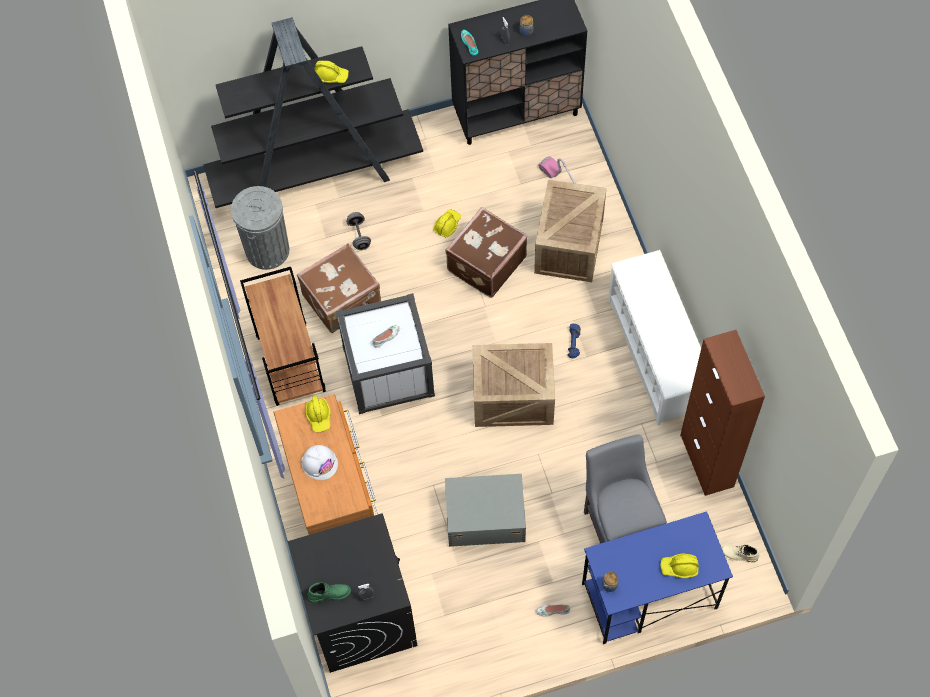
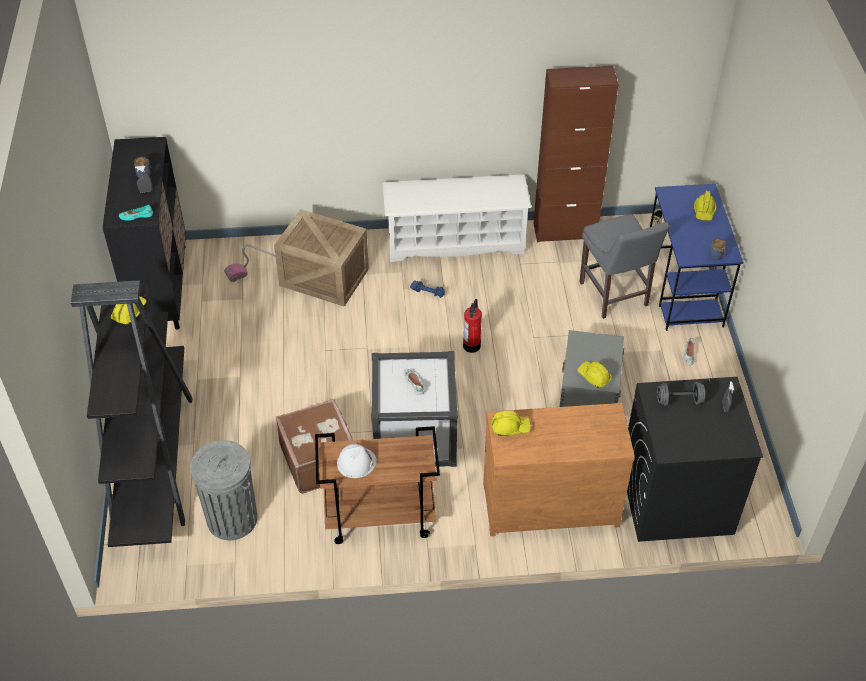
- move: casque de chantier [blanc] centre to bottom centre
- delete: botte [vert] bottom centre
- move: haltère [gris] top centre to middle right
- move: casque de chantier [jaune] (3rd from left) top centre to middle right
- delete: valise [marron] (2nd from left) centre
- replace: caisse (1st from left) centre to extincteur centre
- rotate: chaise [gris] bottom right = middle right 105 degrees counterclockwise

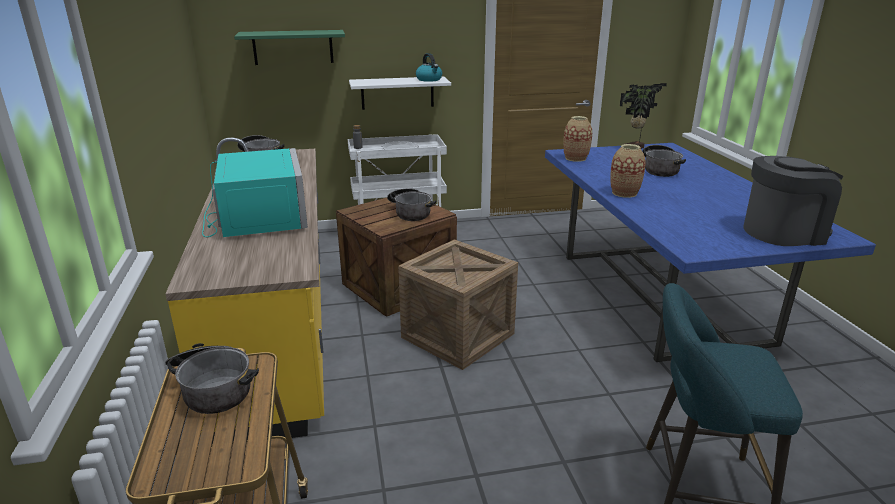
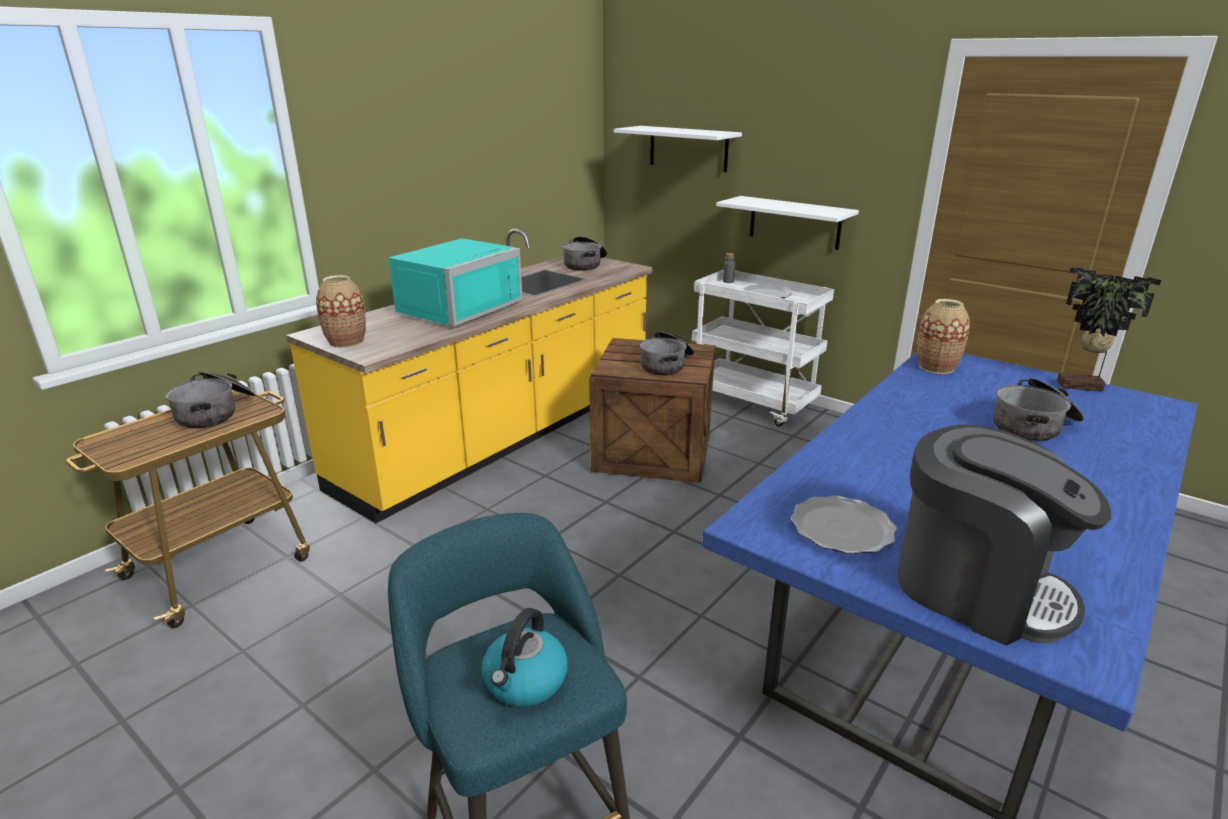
- recolor: étagère [vert] top left to étagère [blanc] (1st from left) top centre
- delete: caisse (2nd from left) centre
- move: bouilloire top centre to bottom centre
- move: vase (2nd from left in the first image) middle right to vase (1st from left) middle left
- insert: assiette (2nd from left) middle right

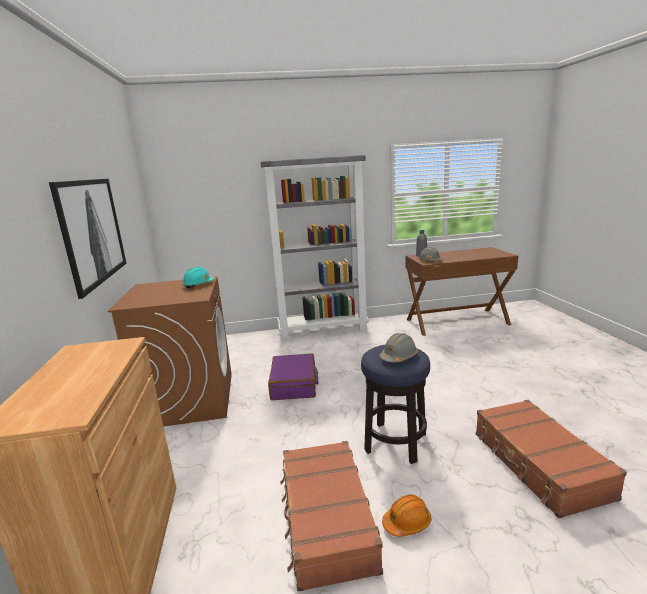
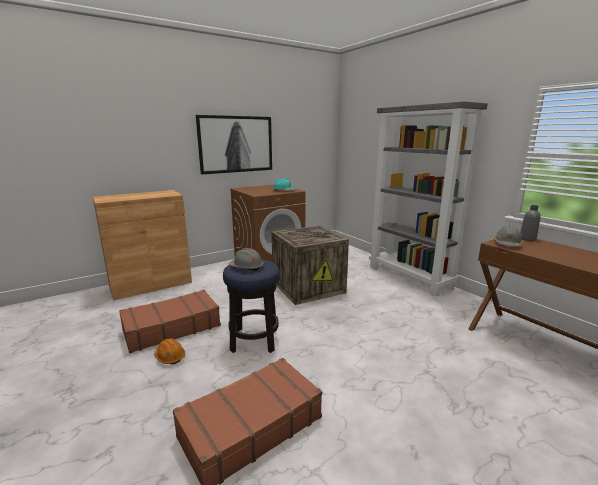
- replace: valise [violet] centre to caisse centre

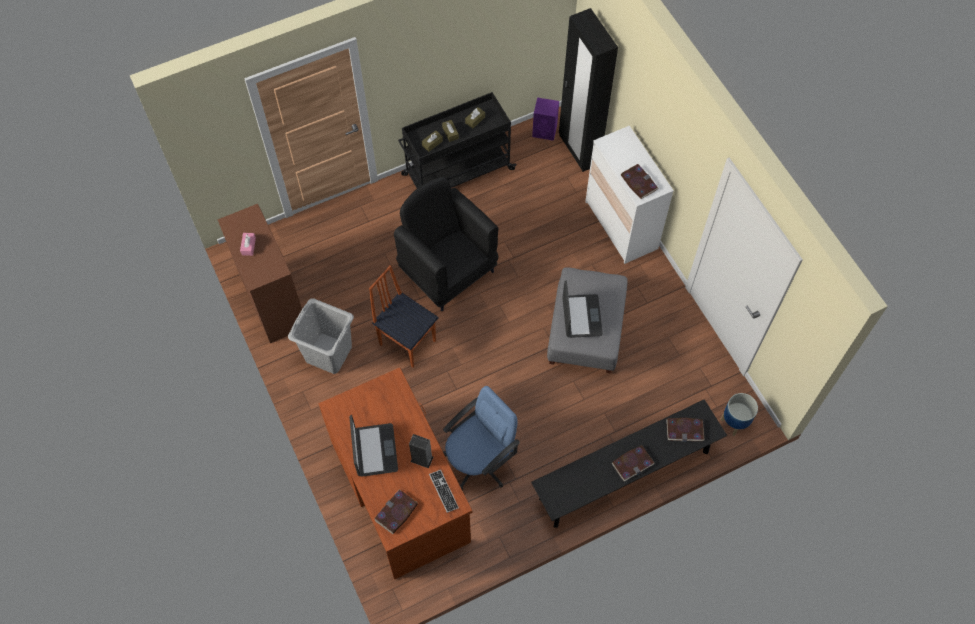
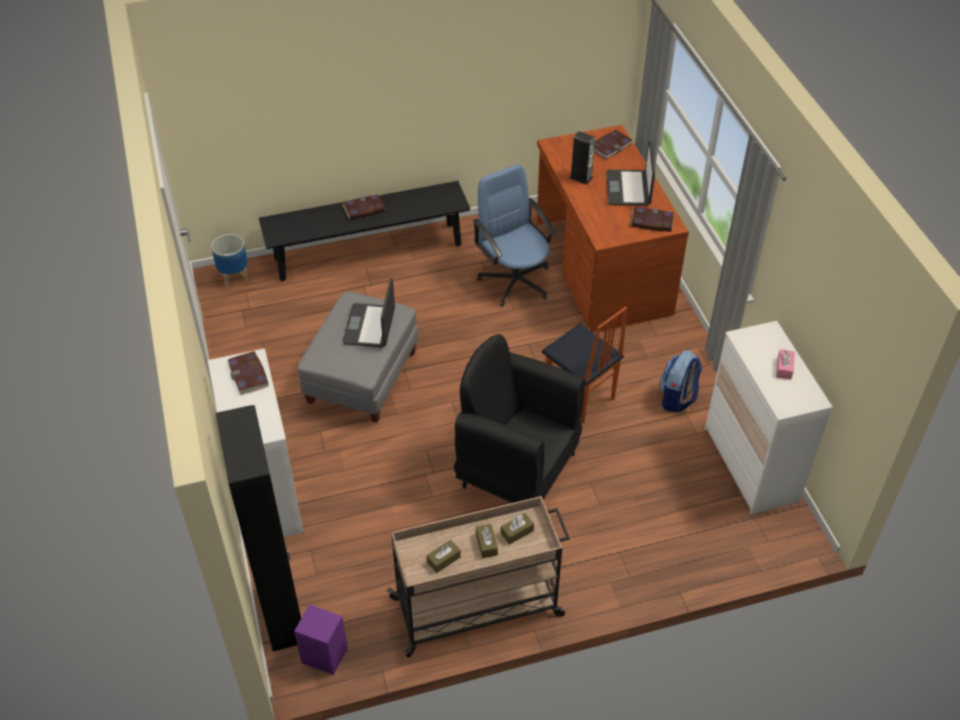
- recolor: commode [marron] middle left to commode [blanc] (2nd from left) middle right
- replace: panier à linge [gris] middle left to sac à dos middle right
- rotate: fauteuil [noir] centre = centre 150 degrees clockwise
- recolor: chariot [noir] top centre to chariot [beige] bottom centre
- delete: clavier bottom centre
- rotate: chaise de bureau [bleu] bottom centre = top centre 90 degrees clockwise
- move: livre (4th from left) bottom right to top right

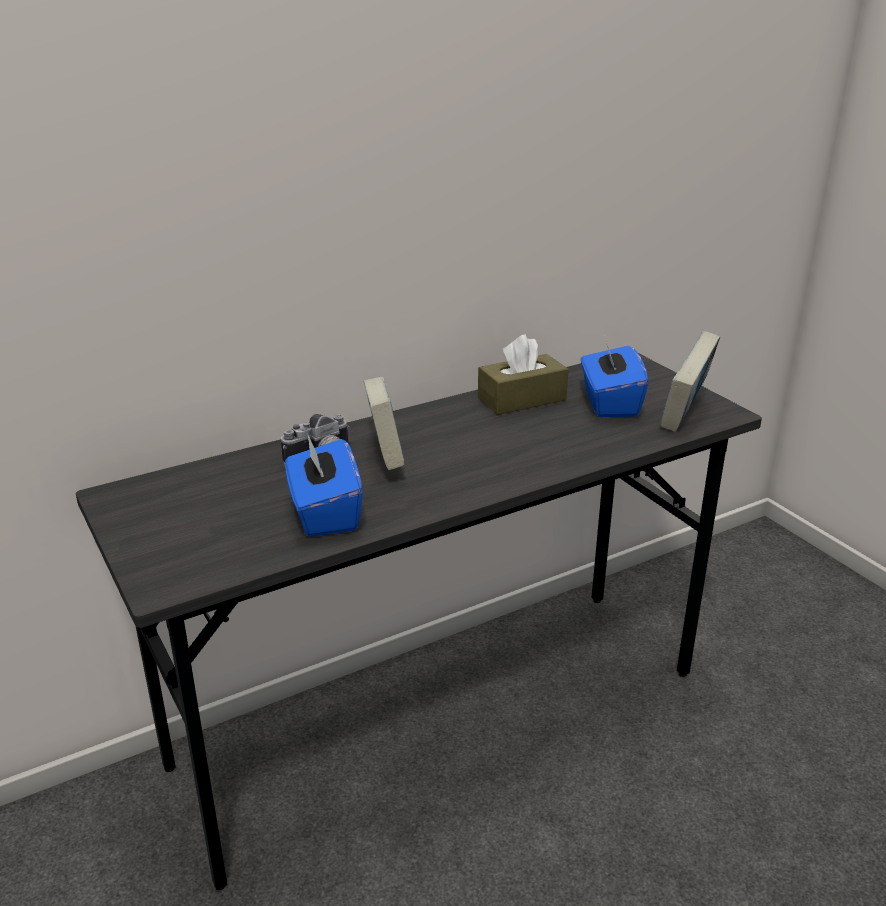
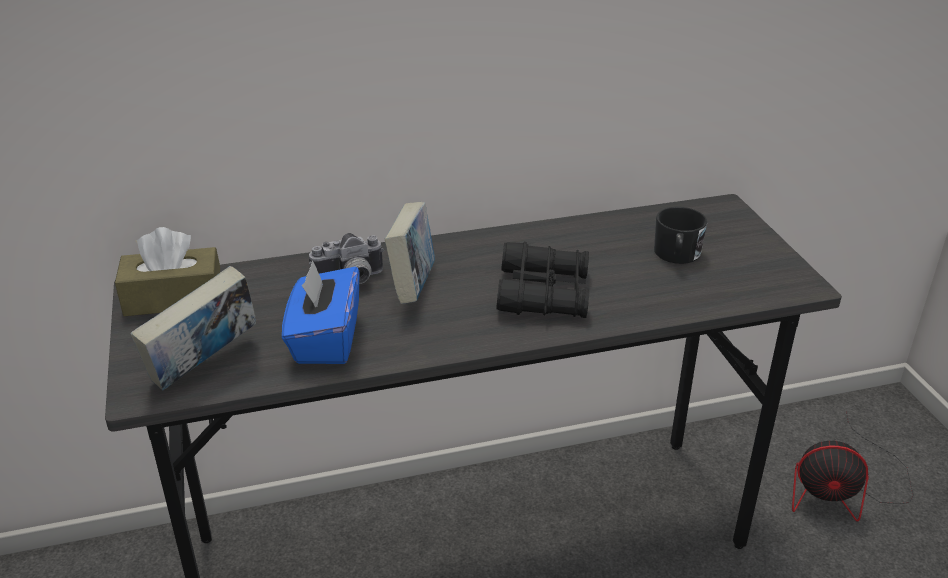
- move: boîte à mouchoirs [marron] centre to middle left
- replace: boîte à mouchoirs [bleu] (2nd from left) middle right to mug [noir] middle right
- move: livre (2nd from left in the first image) middle right to livre (1st from left) middle left
- insert: jumelles [noir] centre
- insert: ventilateur bottom right

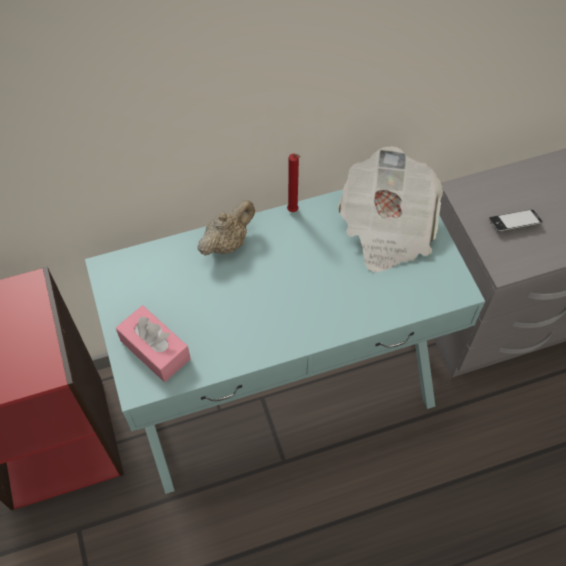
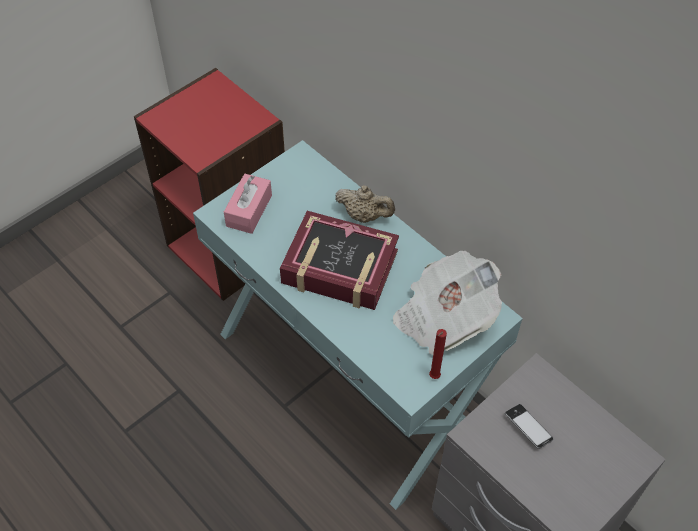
- move: bougie [rouge] top centre to bottom centre
- insert: livre centre

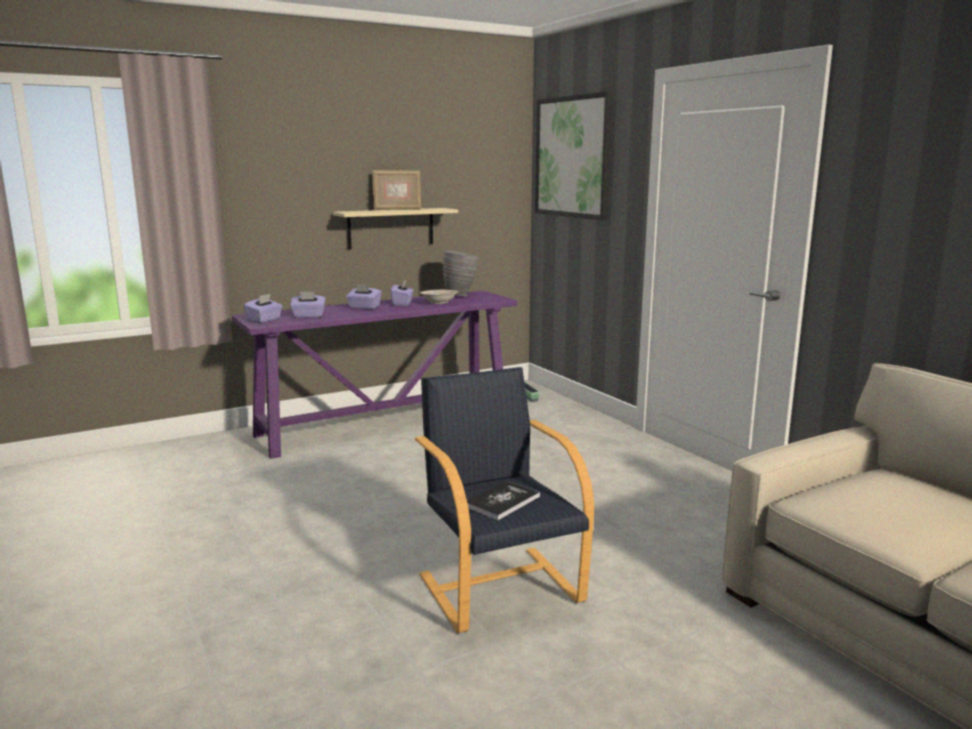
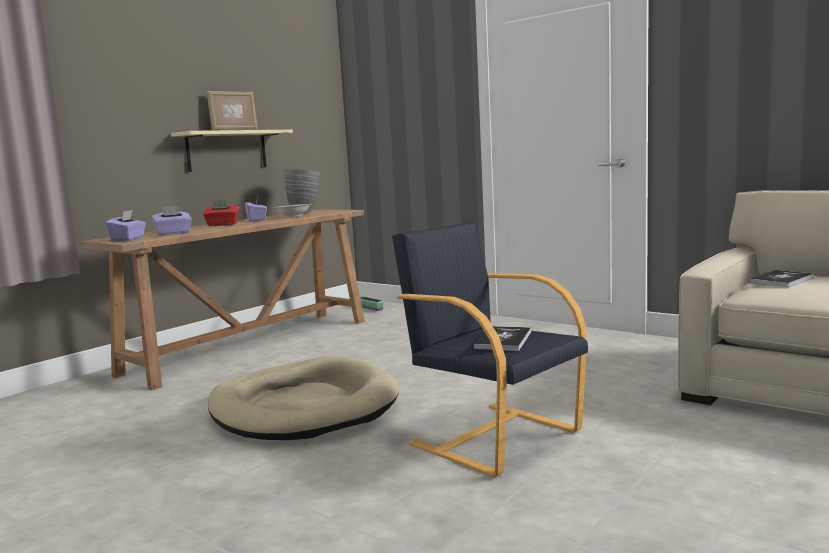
- recolor: table console [violet] centre to table console [marron] middle left
- recolor: boîte à mouchoirs [violet] (3rd from left) centre to boîte à mouchoirs [rouge] middle left
- delete: tableau top centre
- insert: panier pour chien [beige] bottom centre
- insert: livre (2nd from left) middle right

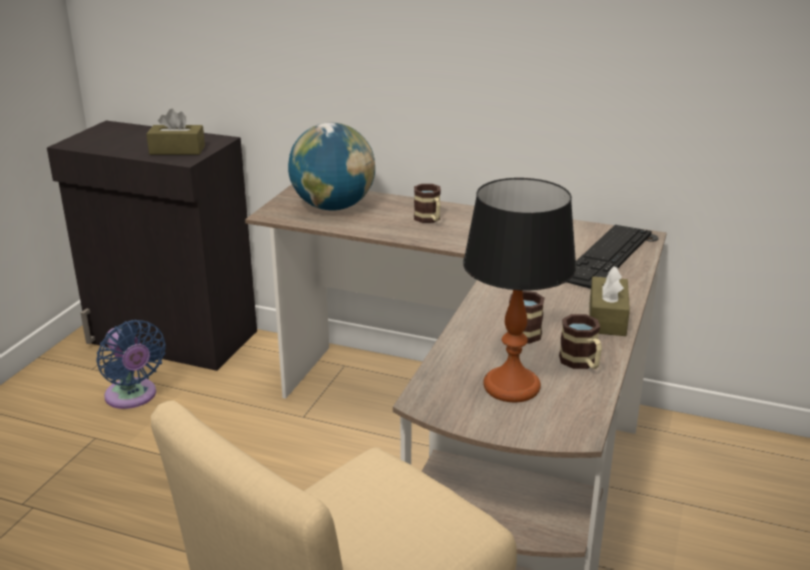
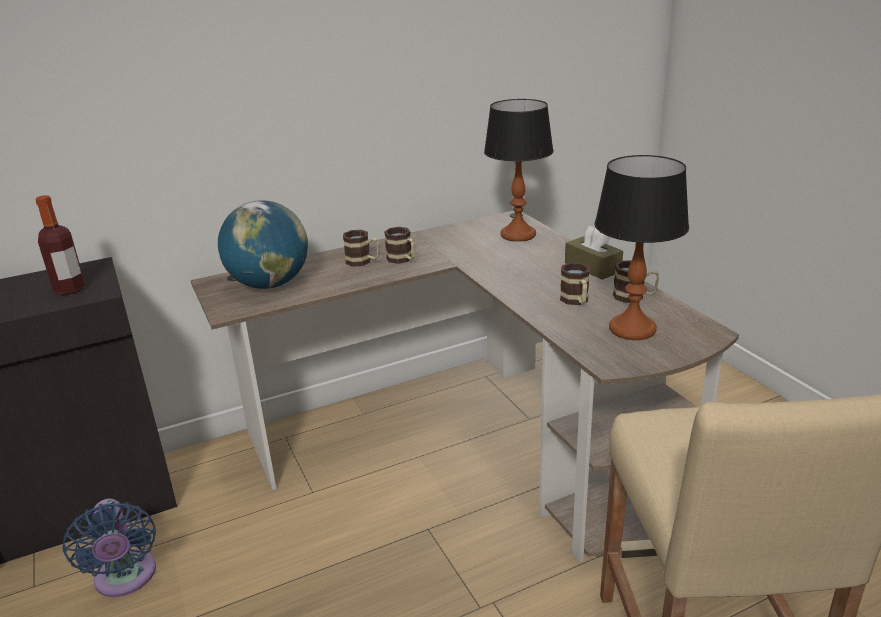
- rotate: ventilateur [bleu] middle left = bottom left 60 degrees clockwise
- replace: boîte à mouchoirs [marron] (1st from left) top left to bouteille middle left
- replace: clavier middle right to lampe de table (1st from left) top centre
- insert: mug (2nd from left) centre

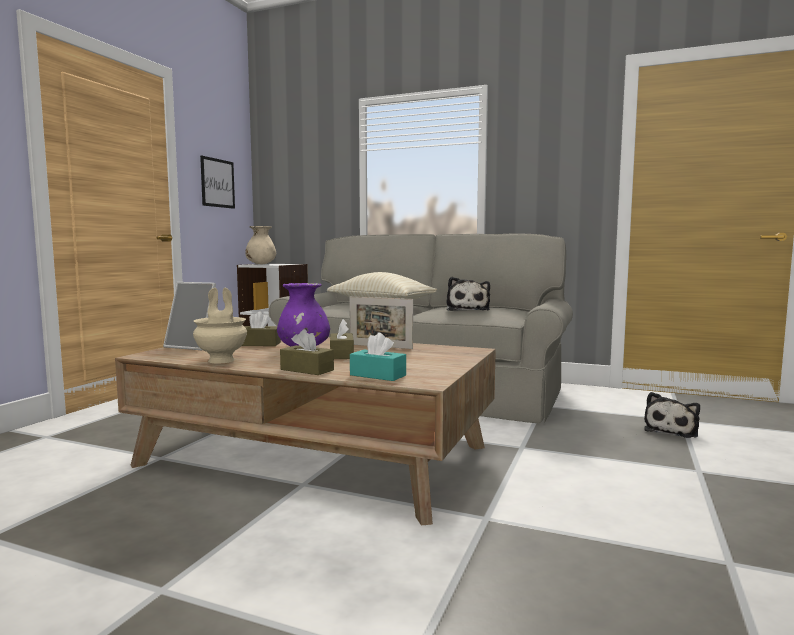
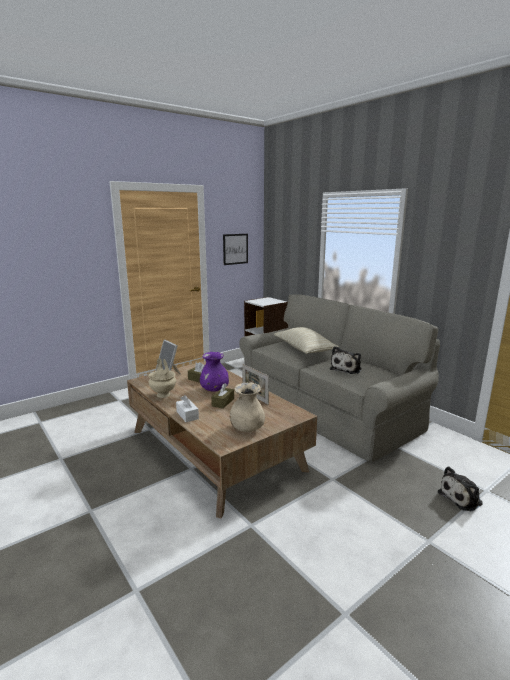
- move: vase [beige] (2nd from left) middle left to centre
- recolor: boîte à mouchoirs [marron] (2nd from left) centre to boîte à mouchoirs [blanc] centre
- delete: boîte à mouchoirs [turquoise] centre

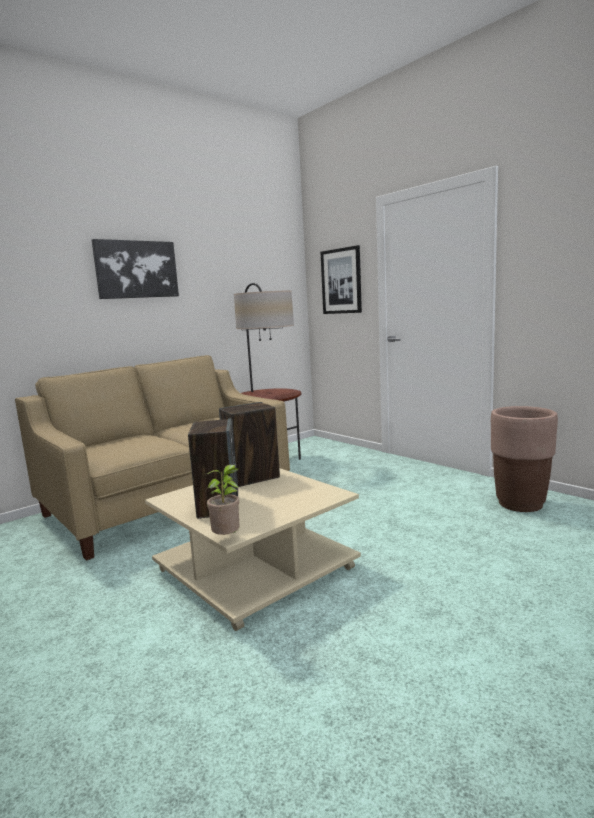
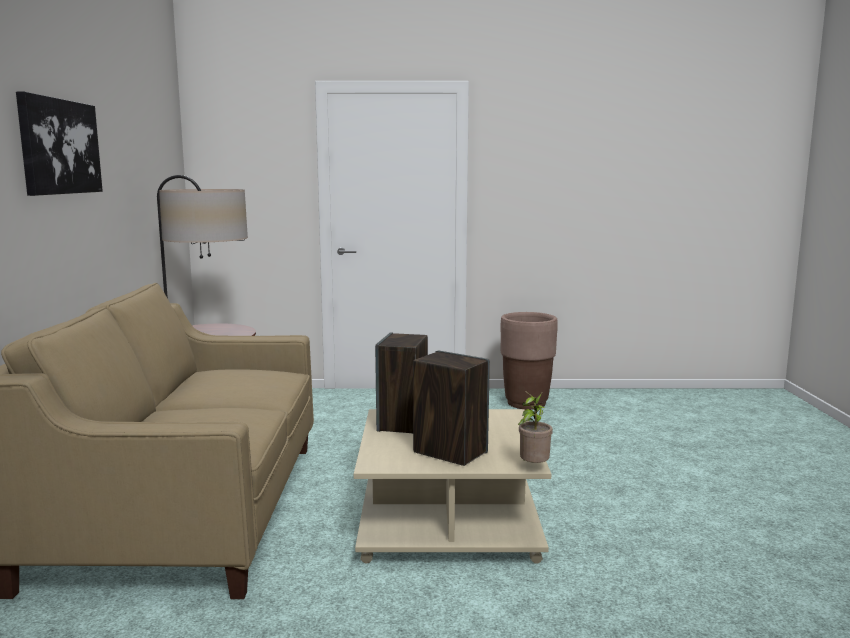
- delete: tableau (2nd from left) centre

